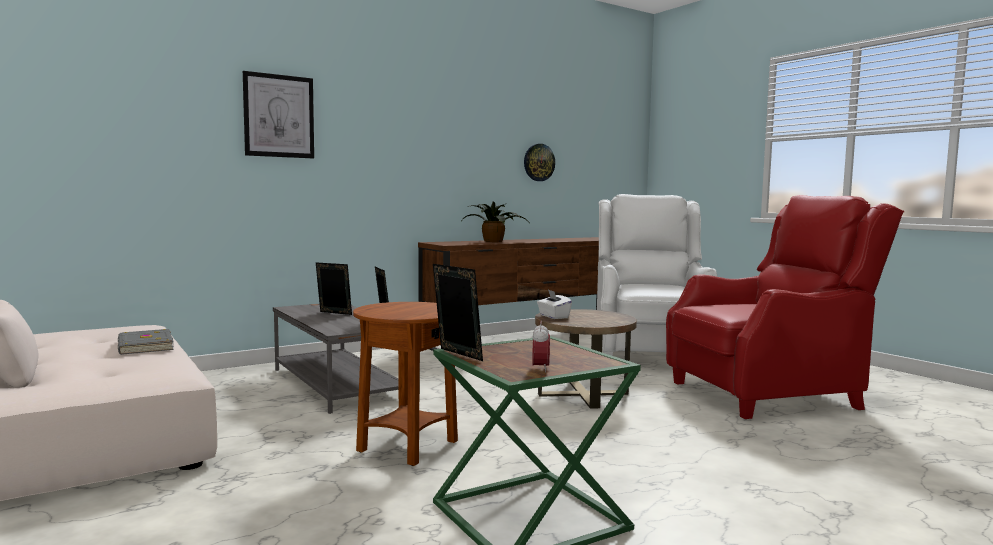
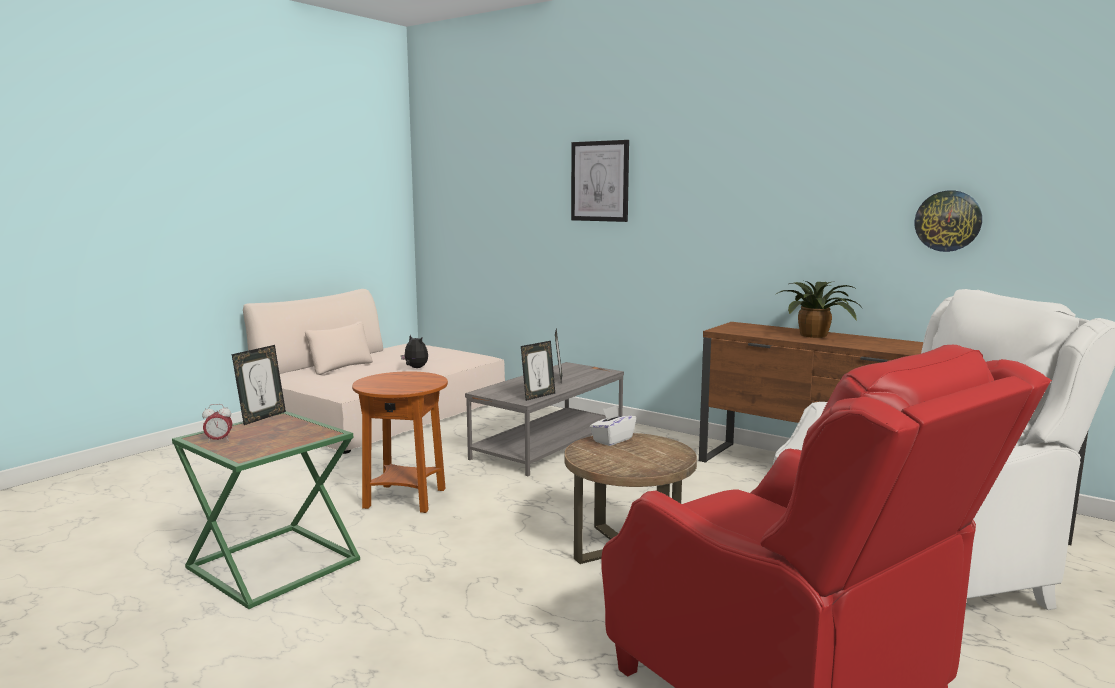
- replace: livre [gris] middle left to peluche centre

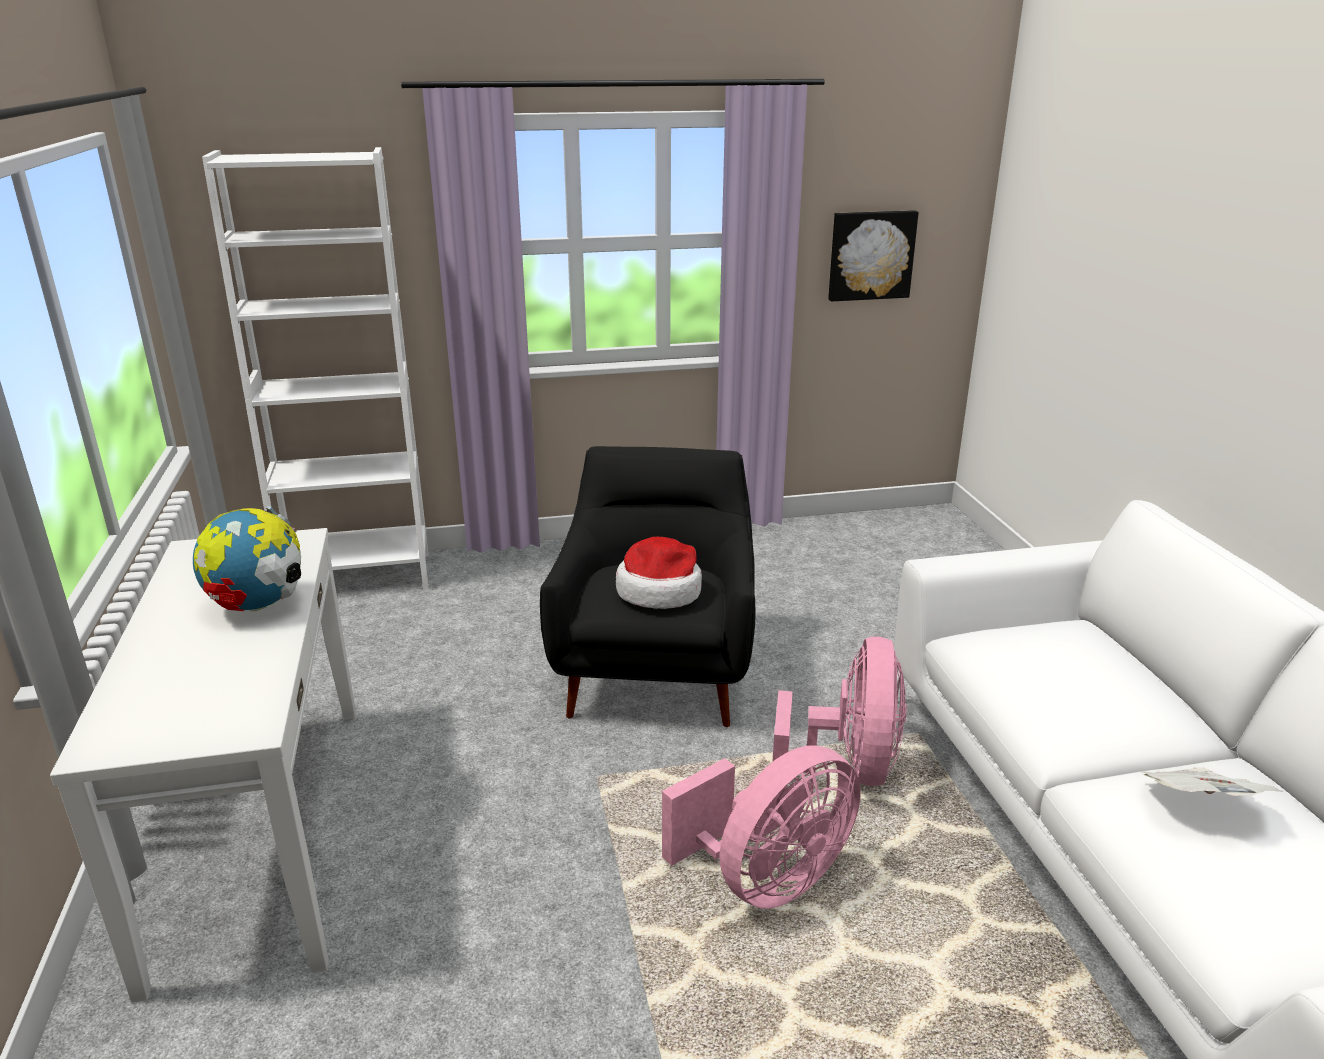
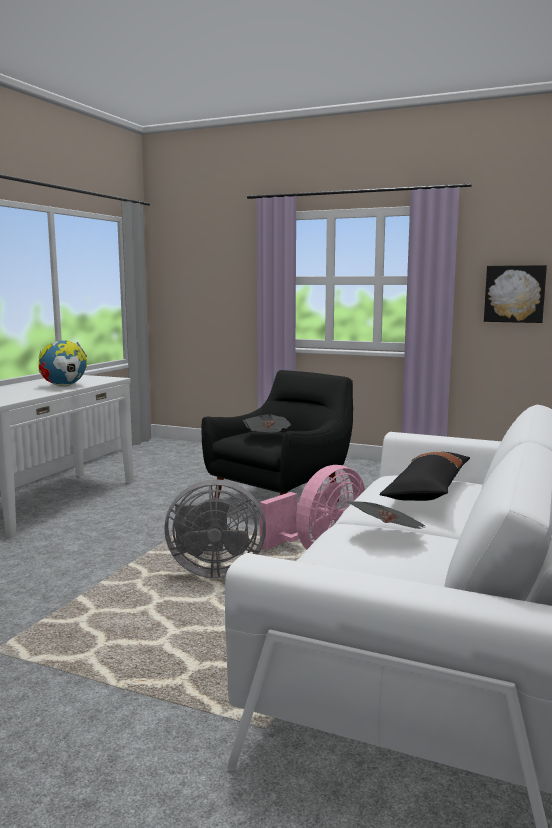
- delete: bibliothèque [blanc] middle left
- replace: chapeau centre to journal (1st from left) centre
- recolor: ventilateur [rose] (1st from left) bottom centre to ventilateur [gris] centre
- insert: coussin [noir] middle right

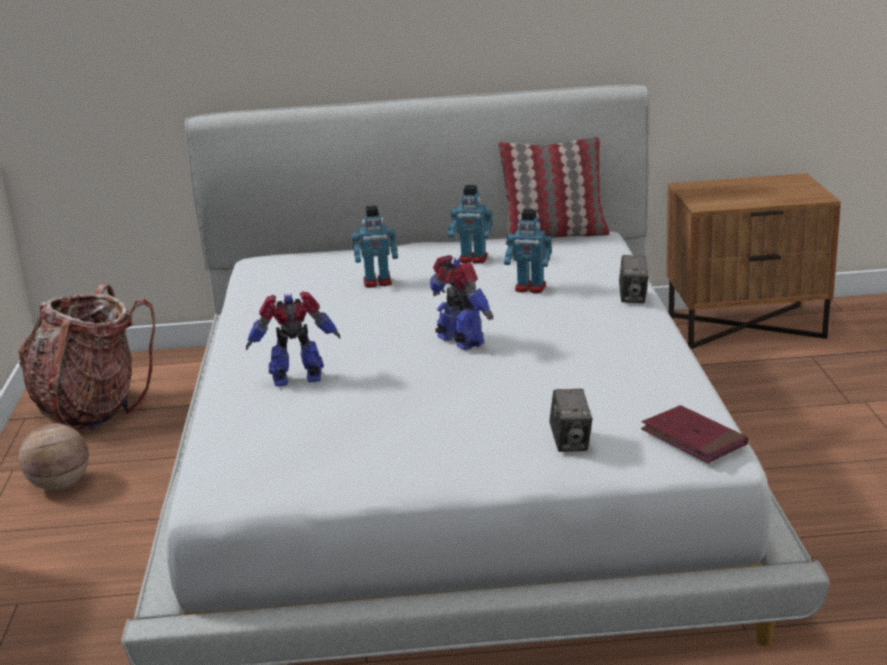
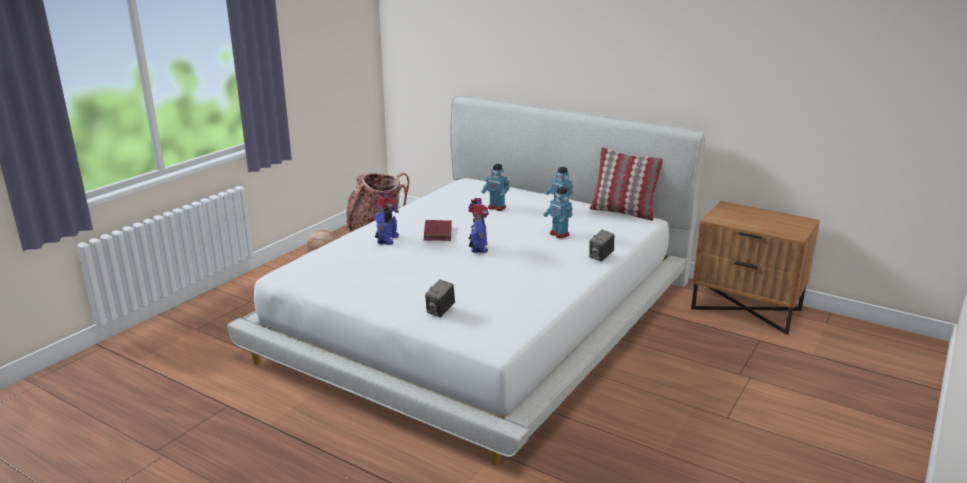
- rotate: robot jouet (1st from left) middle left = centre 75 degrees clockwise
- move: livre [rouge] middle right to centre

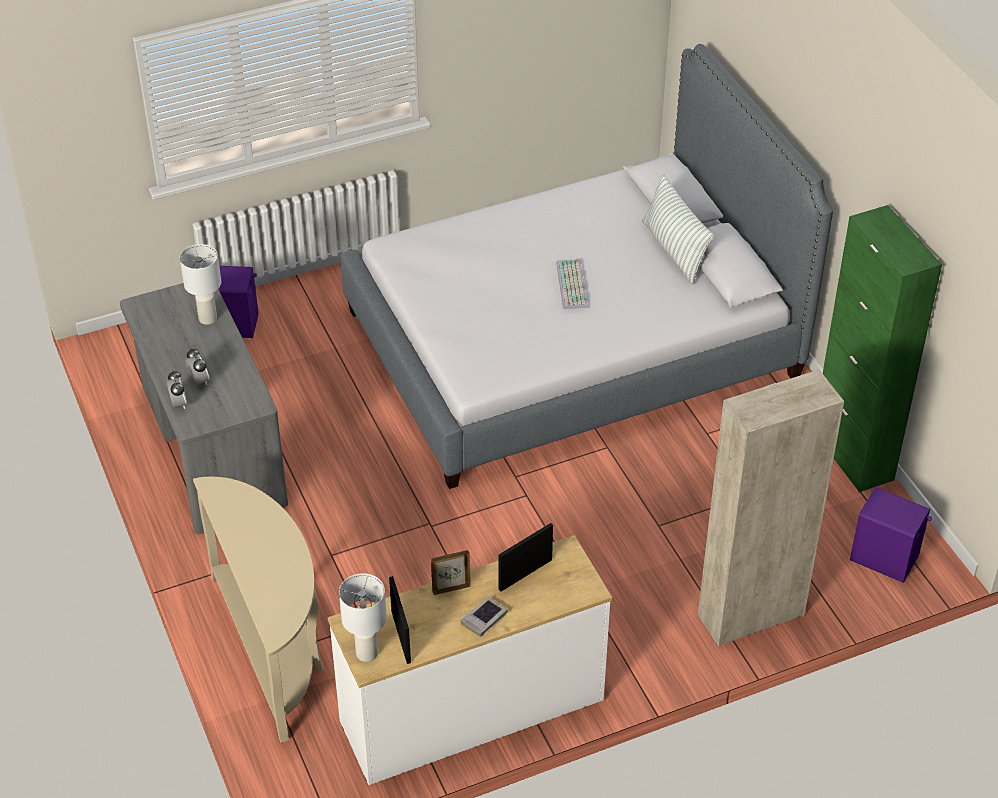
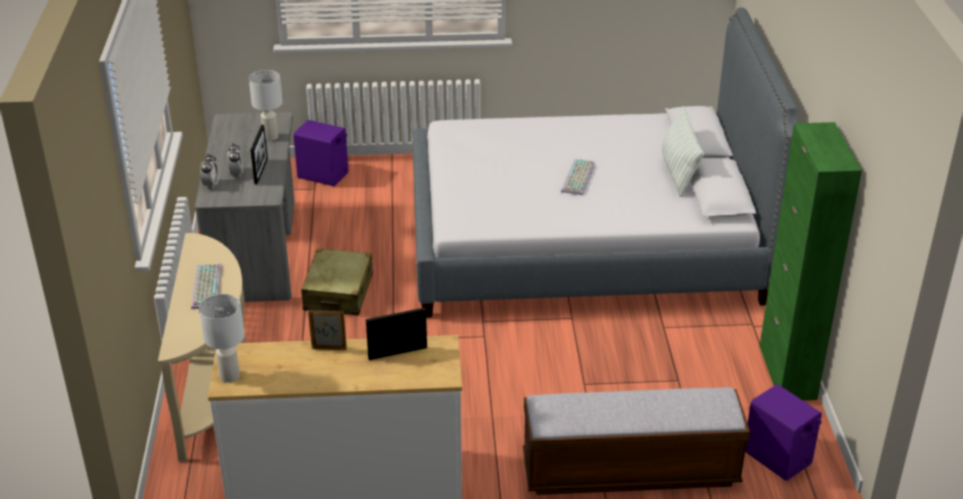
- move: cadre photo (1st from left) bottom centre to top left
- delete: livre bottom centre
- replace: meuble de rangement [beige] middle right to banc bottom centre
- insert: clavier (1st from left) middle left
- insert: valise [beige] centre

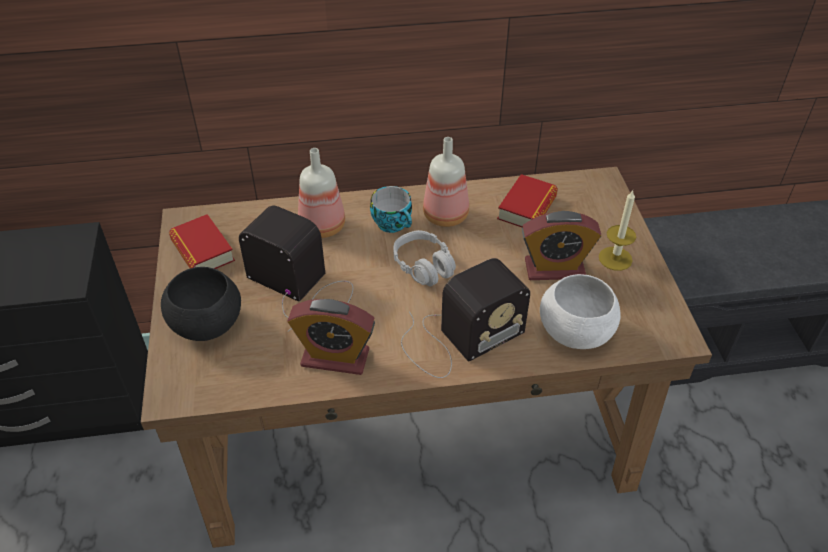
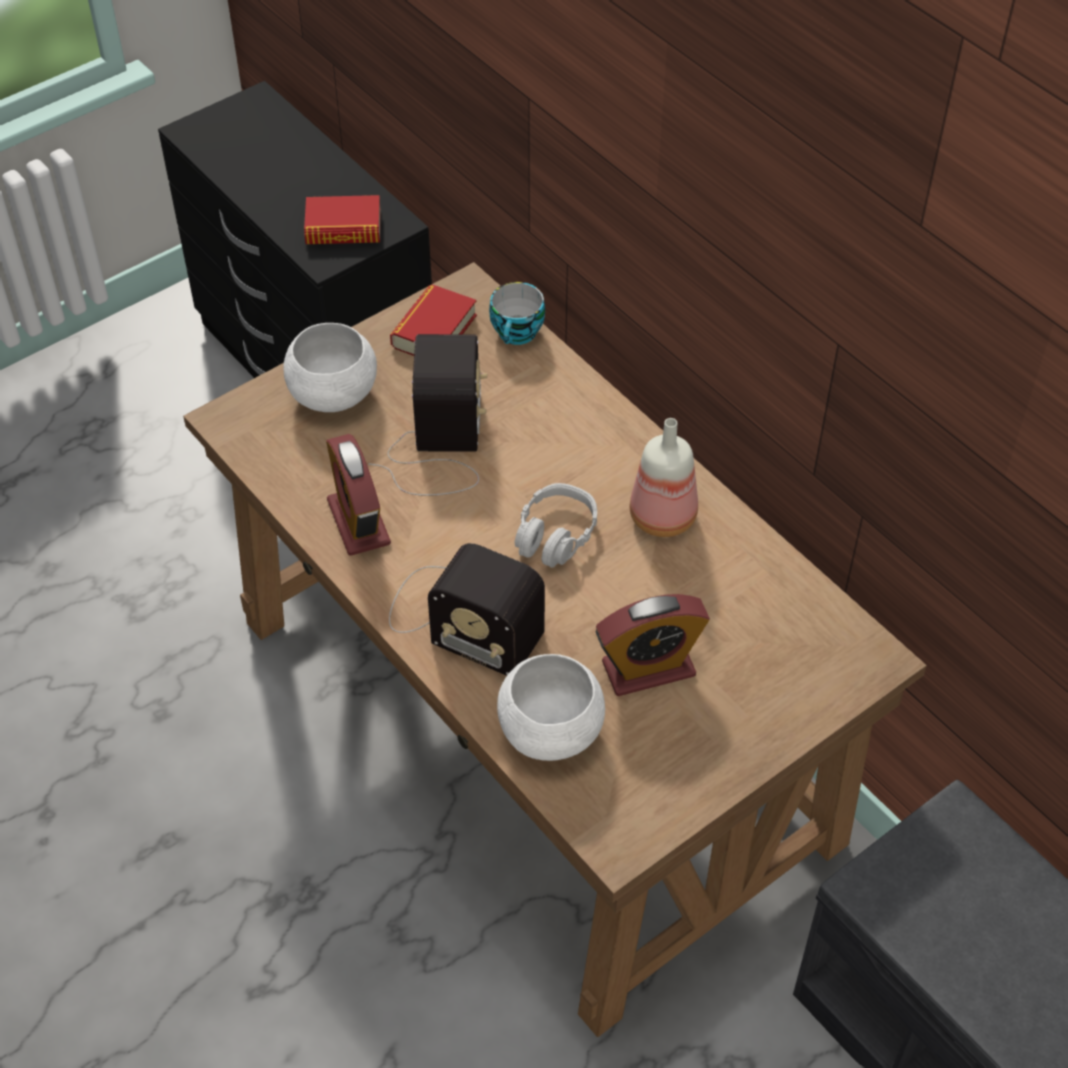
- recolor: bol [noir] middle left to bol [blanc] (1st from left) middle left
- delete: bouteille (1st from left) centre
- move: tasse centre to top centre
- move: livre (2nd from left in the first image) centre to livre (1st from left) top left
- rotate: réveil (2nd from left) middle right = centre 75 degrees counterclockwise
- delete: bougie middle right

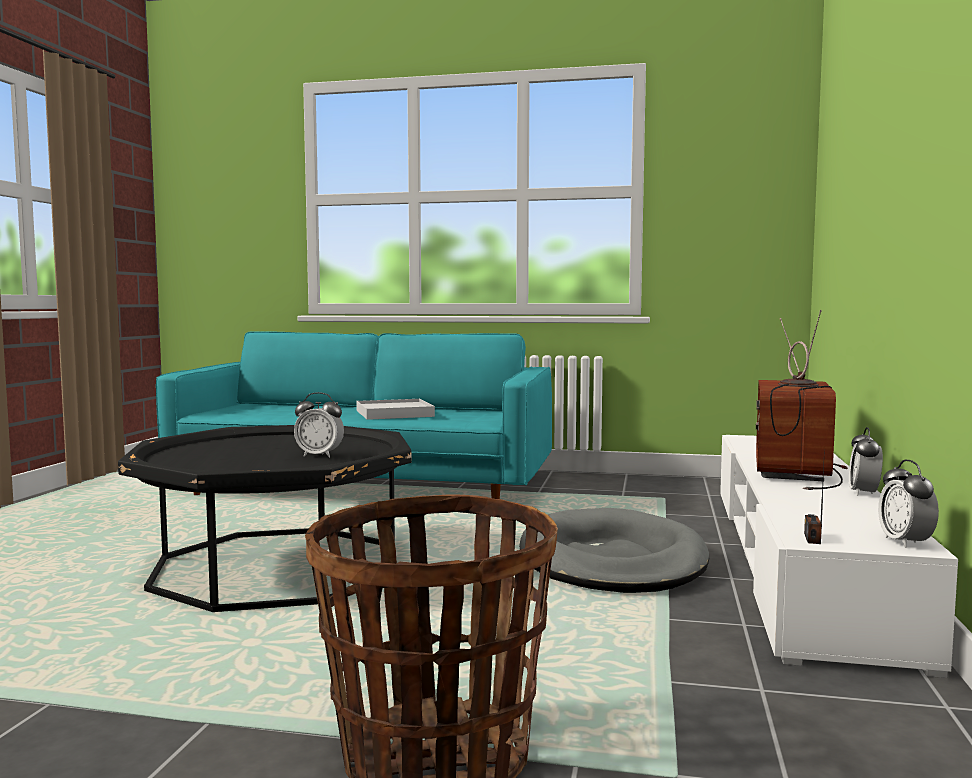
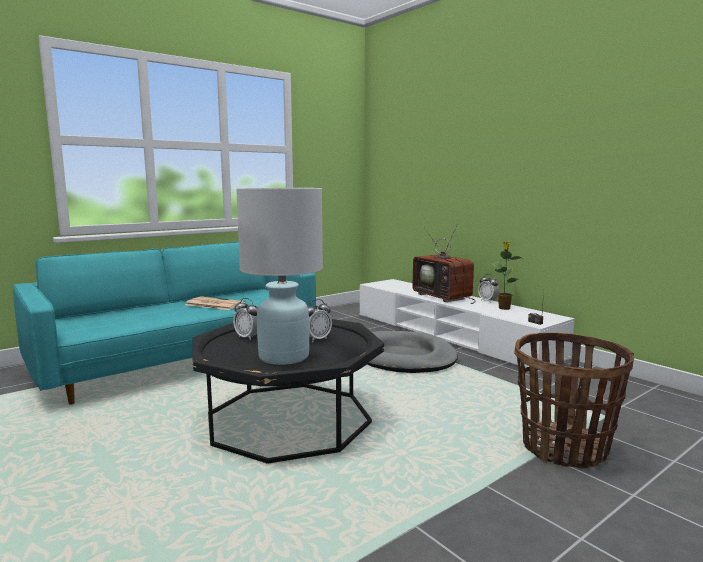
- replace: plateau [blanc] centre to journal middle left
- move: réveil (3rd from left in the first image) middle right to réveil (1st from left) centre
- insert: lampe de table [blanc] centre
- insert: plante en pot middle right

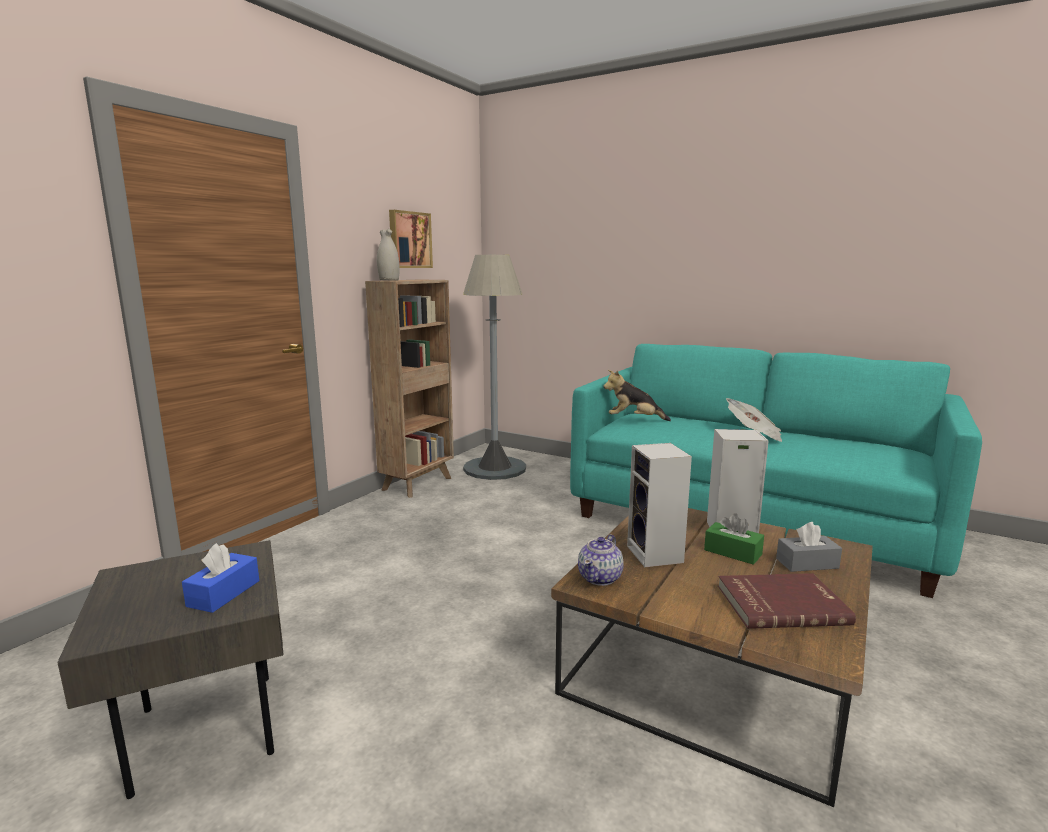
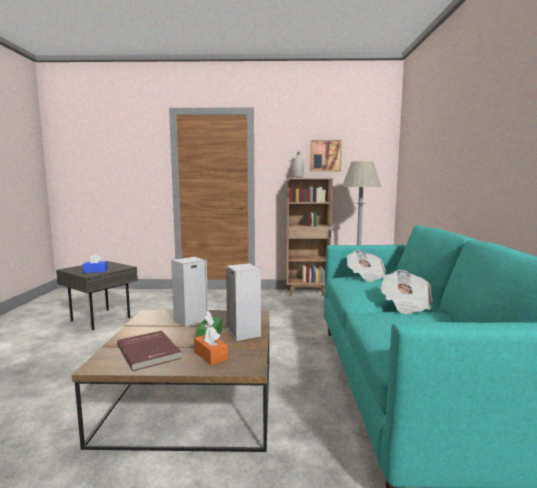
- delete: théière bottom centre
- replace: peluche centre to journal (1st from left) middle right
- recolor: boîte à mouchoirs [gris] middle right to boîte à mouchoirs [orange] bottom centre

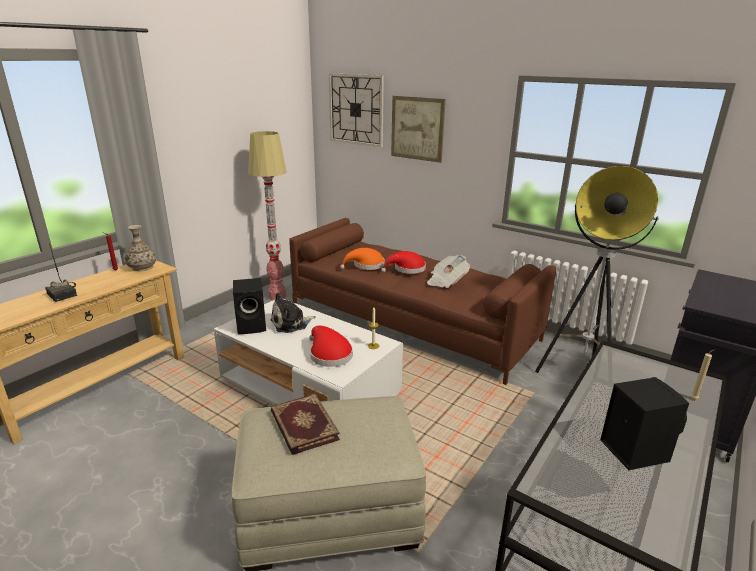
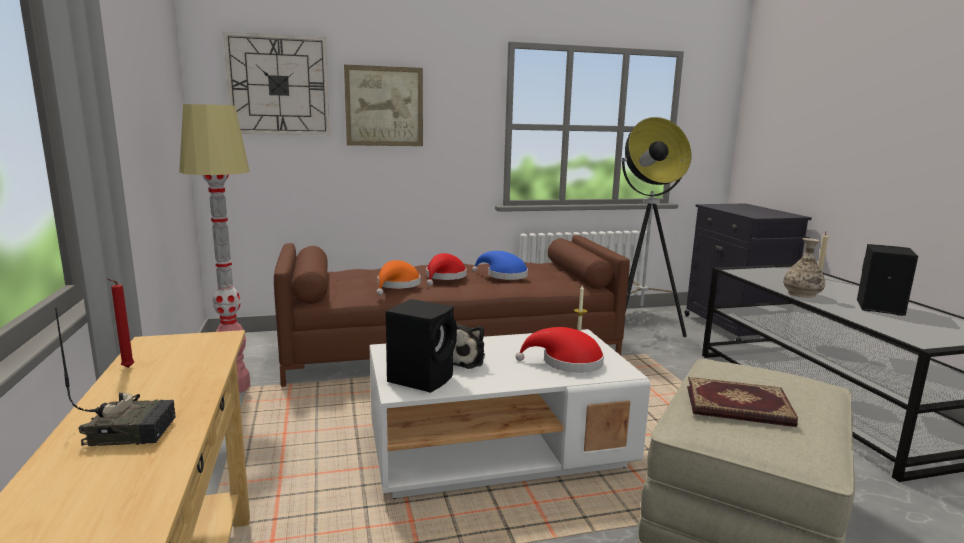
- move: vase middle left to middle right
- replace: journal centre to chapeau [bleu] centre

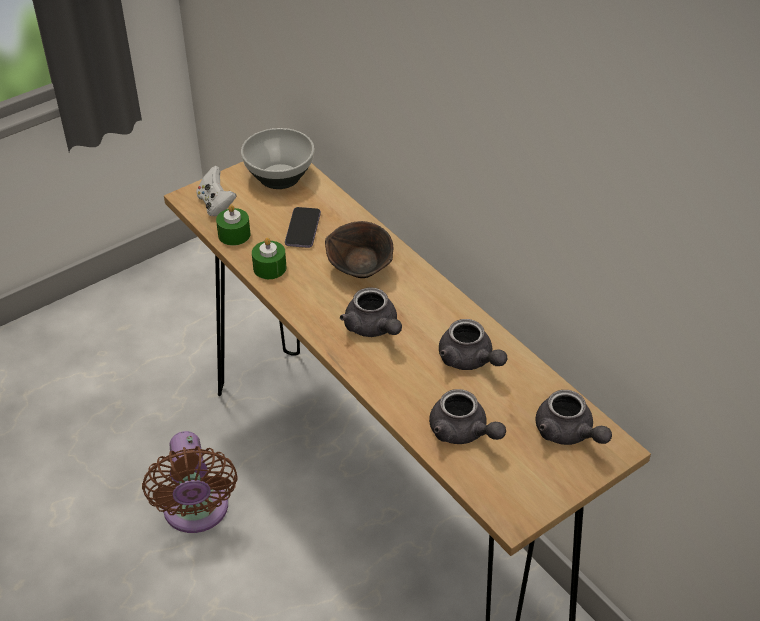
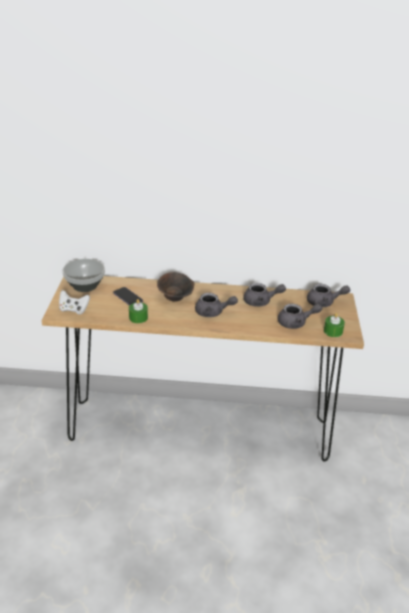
- delete: ventilateur [marron] bottom left
- move: bougie [vert] (1st from left in the first image) middle left to bougie [vert] (2nd from left) middle right

